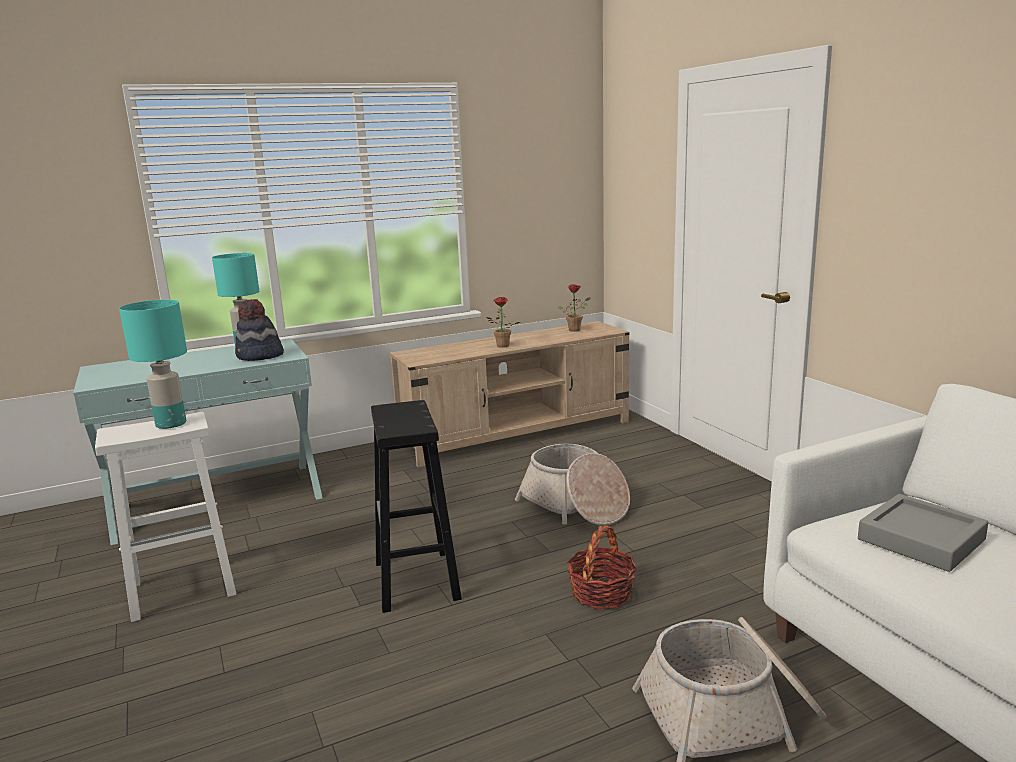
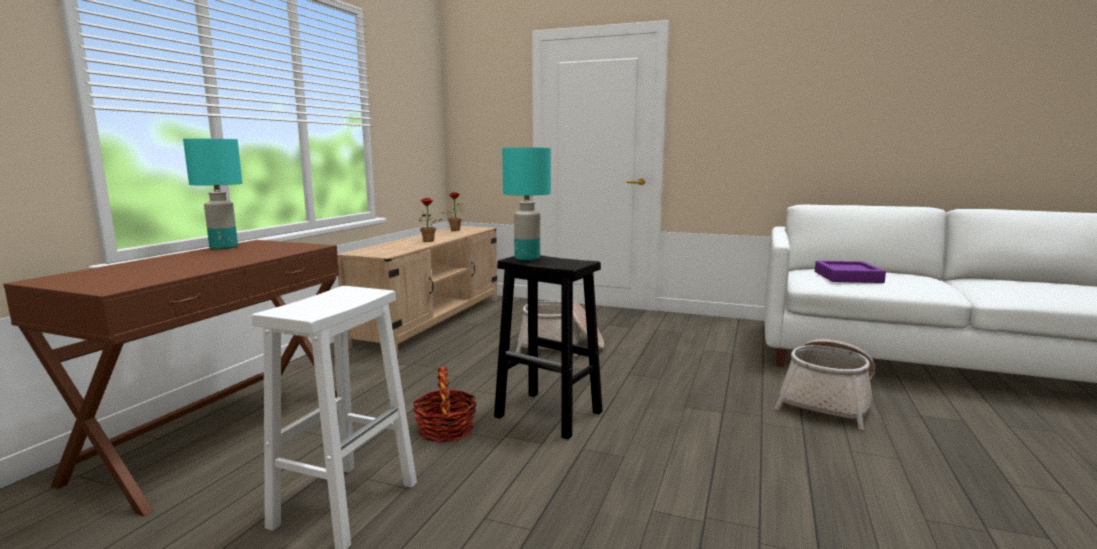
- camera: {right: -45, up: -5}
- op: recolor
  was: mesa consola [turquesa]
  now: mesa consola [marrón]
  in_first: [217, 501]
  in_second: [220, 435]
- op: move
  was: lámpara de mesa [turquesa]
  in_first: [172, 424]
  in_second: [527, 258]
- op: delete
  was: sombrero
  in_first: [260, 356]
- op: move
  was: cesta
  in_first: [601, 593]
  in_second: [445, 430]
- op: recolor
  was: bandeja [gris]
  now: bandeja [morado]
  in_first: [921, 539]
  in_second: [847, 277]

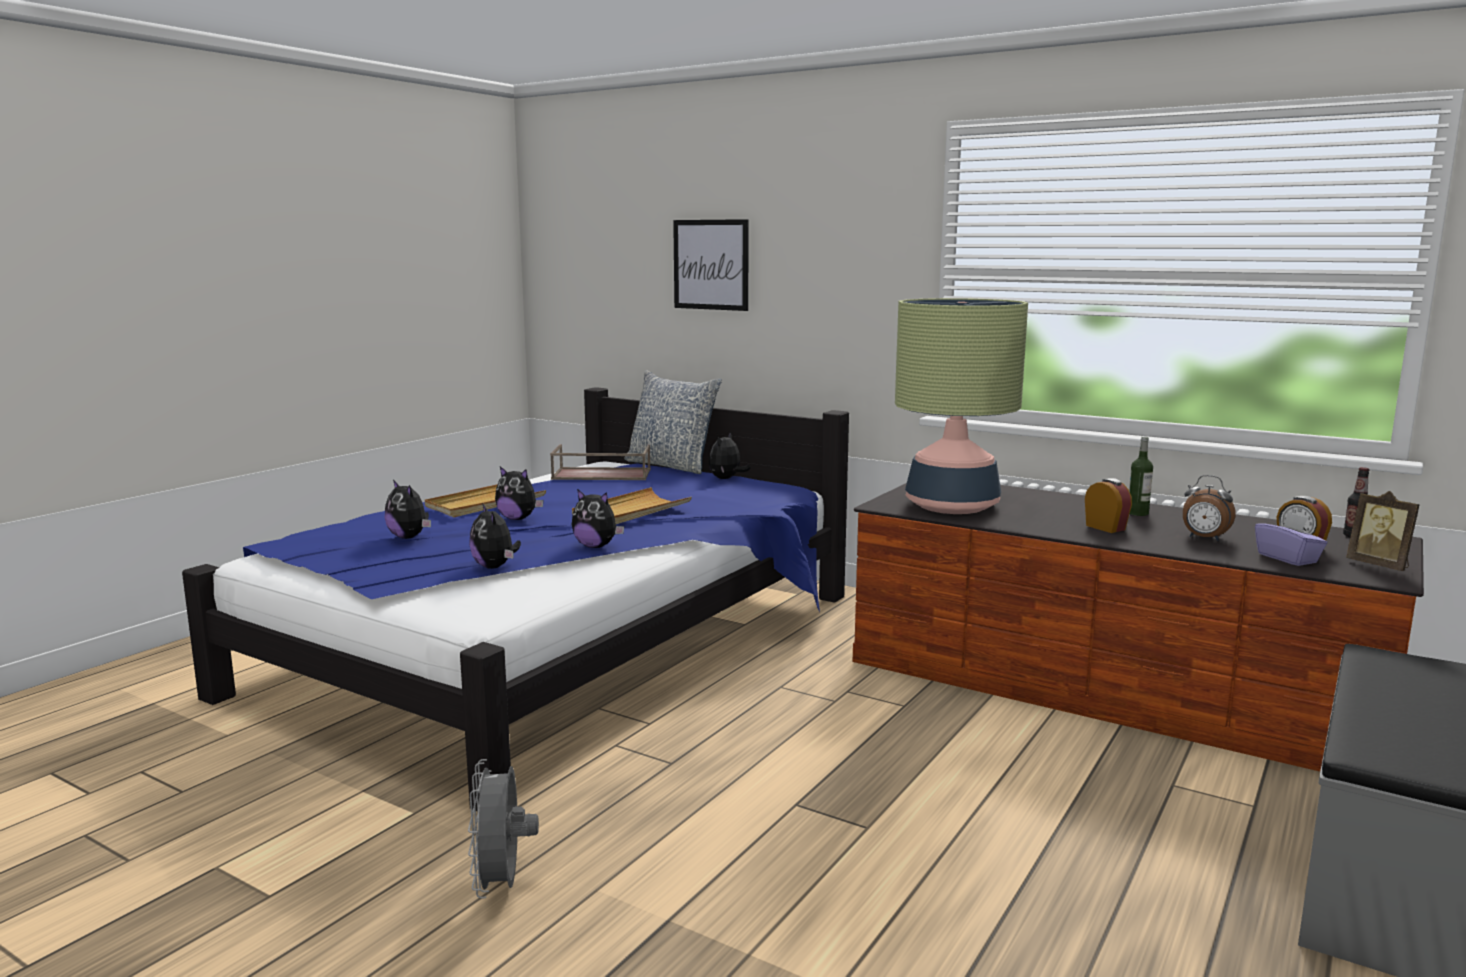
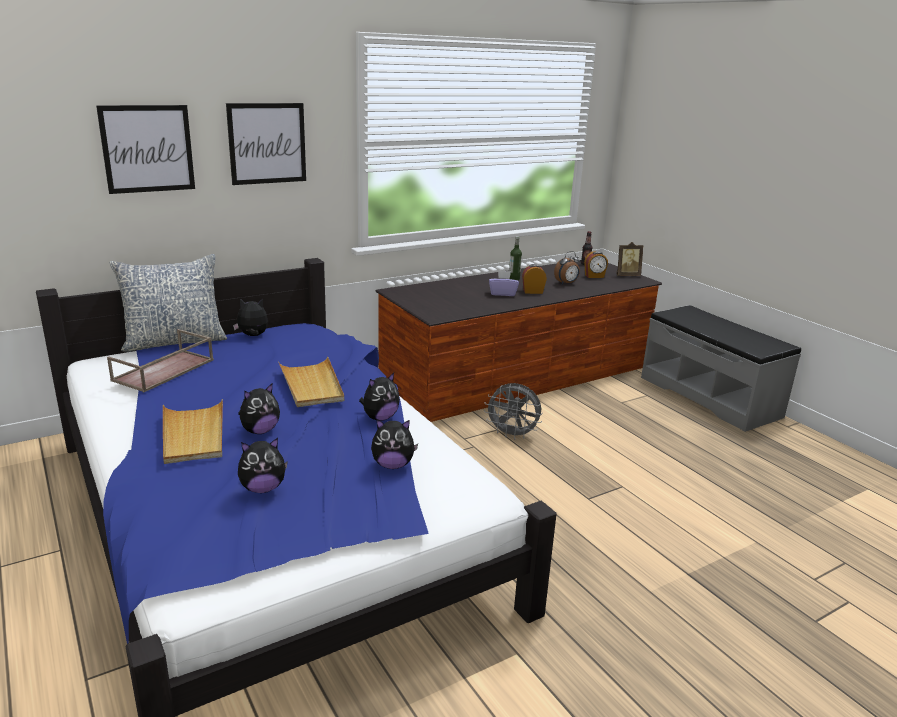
- camera: {right: -65, up: 10}
- op: move
  was: ventilador [gris]
  in_first: [502, 885]
  in_second: [512, 435]
- op: rotate
  was: peluche
  in_first: [726, 479]
  in_second: [253, 336]
  clockwise: 120
- op: delete
  was: lámpara de mesa
  in_first: [952, 506]
- op: move
  was: caja de pañuelos [morado]
  in_first: [1288, 558]
  in_second: [502, 293]
- op: insert
  now: cuadro
  in_second: [267, 143]

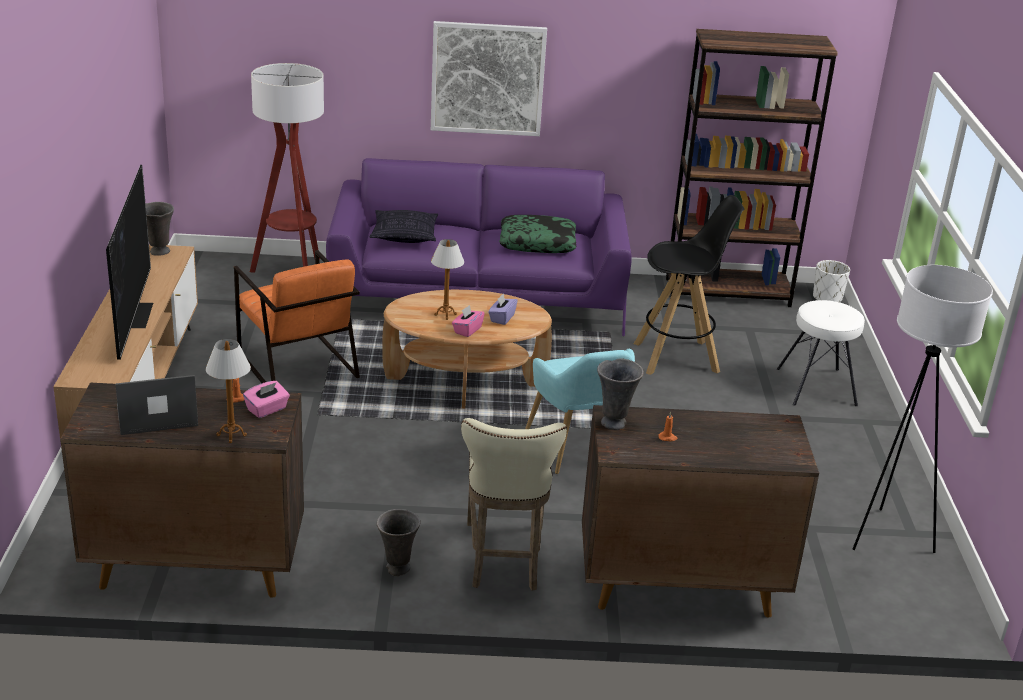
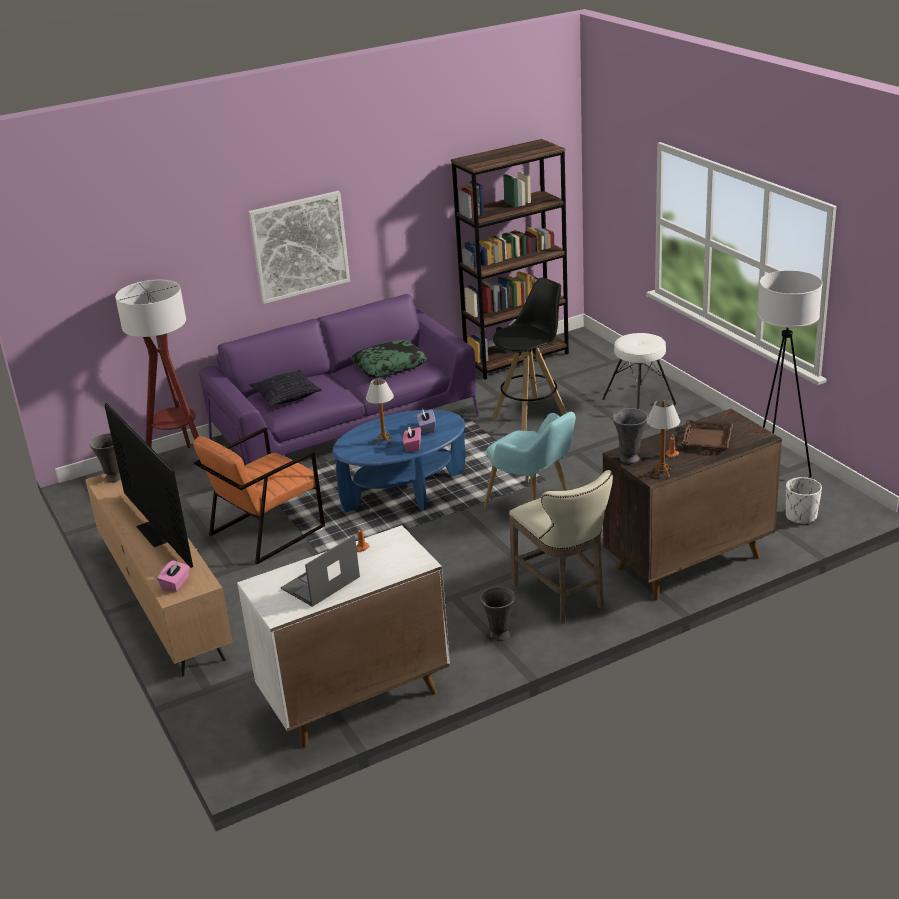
- camera: {right: -25, up: 0}
- op: recolor
  was: armario [marrón]
  now: armario [blanco]
  in_first: [194, 565]
  in_second: [354, 699]
- op: move
  was: lámpara de mesa
  in_first: [231, 435]
  in_second: [662, 473]
- op: rotate
  was: sillón [naranja]
  in_first: [297, 366]
  in_second: [266, 530]
  clockwise: 105
- op: move
  was: caja de pañuelos [rosa]
  in_first: [267, 409]
  in_second: [176, 584]
- op: recolor
  was: mesa de centro [marrón]
  now: mesa de centro [azul]
  in_first: [465, 383]
  in_second: [405, 492]
- op: move
  was: maceta [blanco]
  in_first: [827, 298]
  in_second: [801, 516]
- op: insert
  now: bandeja [marrón]
  in_second: [707, 440]

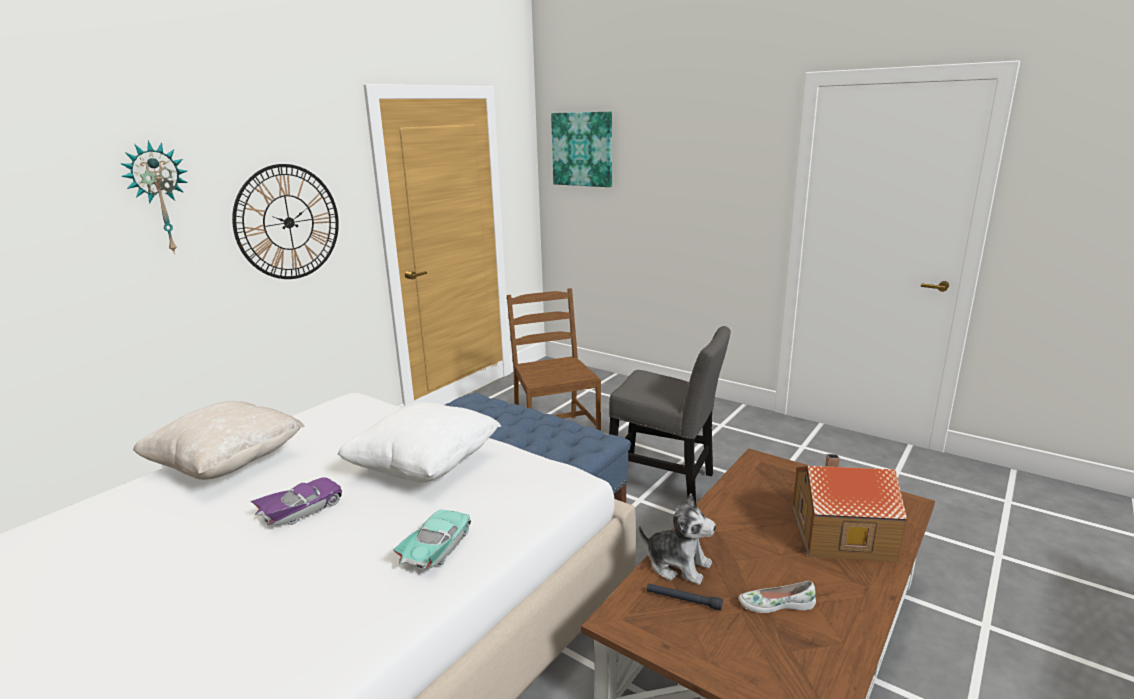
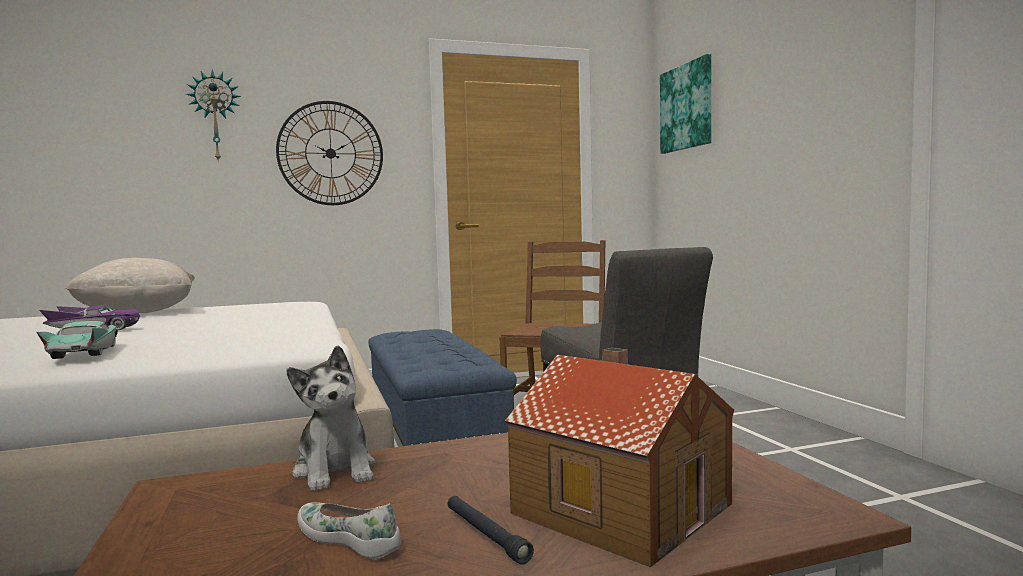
- camera: {right: 35, up: -15}
- op: delete
  was: cojín [blanco]
  in_first: [424, 467]
- op: rotate
  was: coche de juguete [turquesa]
  in_first: [437, 549]
  in_second: [83, 353]
  clockwise: -75
- op: move
  was: linterna [negro]
  in_first: [683, 600]
  in_second: [485, 535]

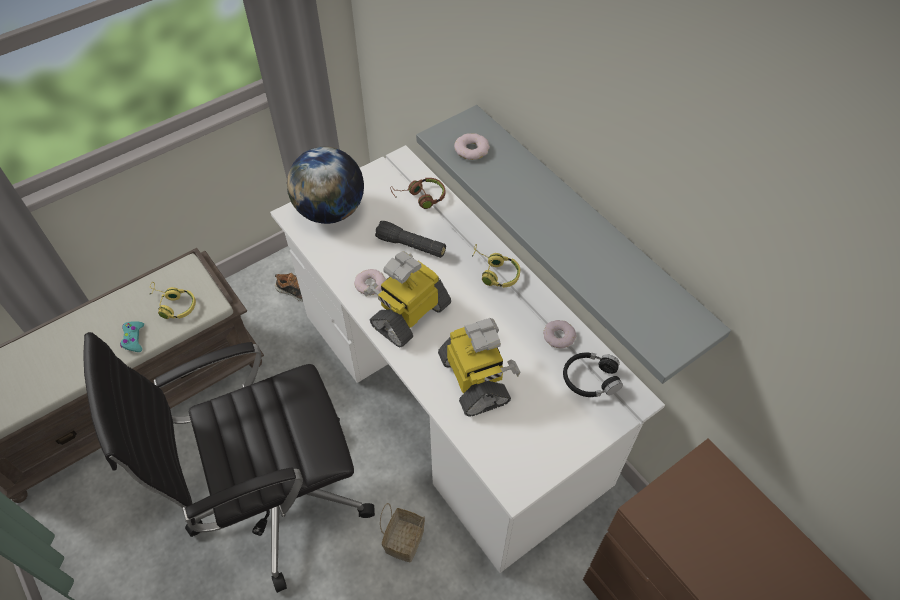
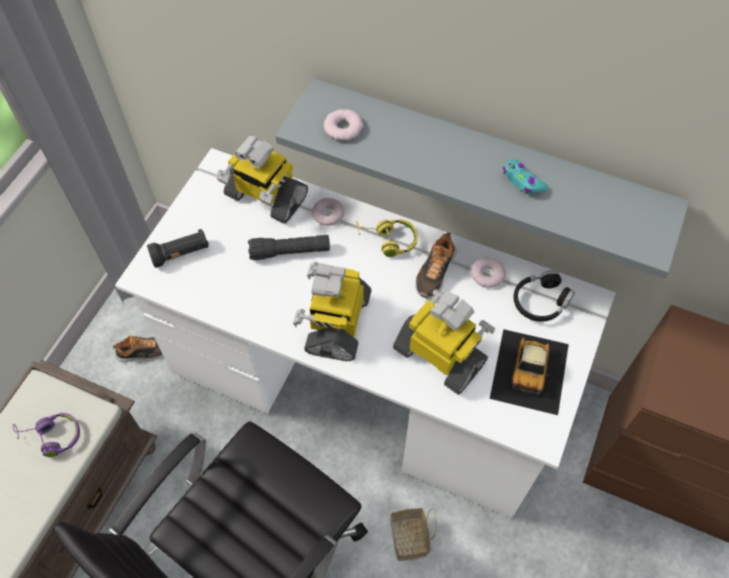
- camera: {right: -30, up: 5}
- op: move
  was: mando de consola [turquesa]
  in_first: [134, 339]
  in_second: [522, 181]
- op: recolor
  was: auriculares [amarillo]
  now: auriculares [morado]
  in_first: [173, 305]
  in_second: [51, 437]
- op: replace
  was: globo terráqueo
  now: linterna [negro]
  in_first: [330, 211]
  in_second: [181, 254]
- op: move
  was: rosquilla
  in_first: [370, 284]
  in_second: [328, 214]
- op: replace
  was: auriculares [marrón]
  now: robot de juguete
  in_first: [420, 197]
  in_second: [265, 197]
- op: insert
  now: zapato
  in_second: [434, 272]
- op: insert
  now: coche de juguete
  in_second: [530, 370]

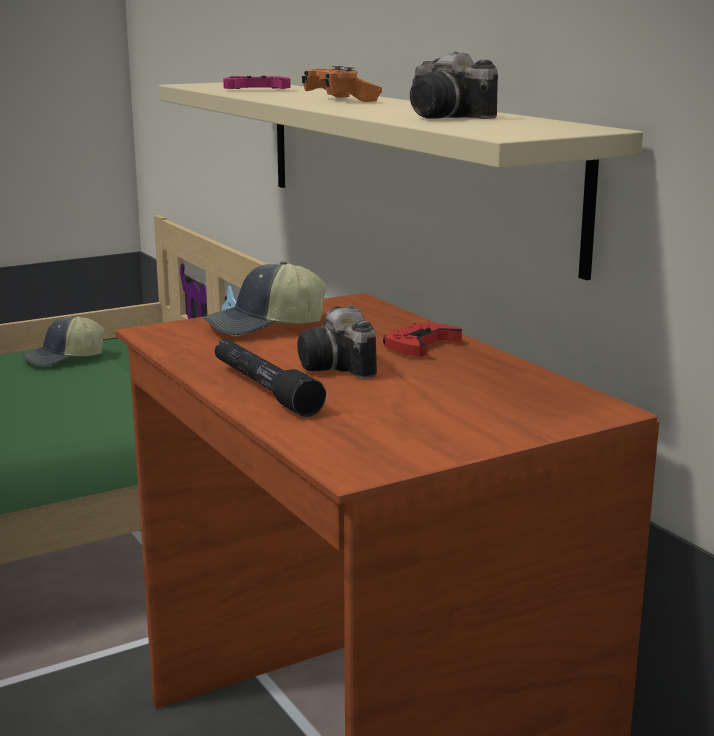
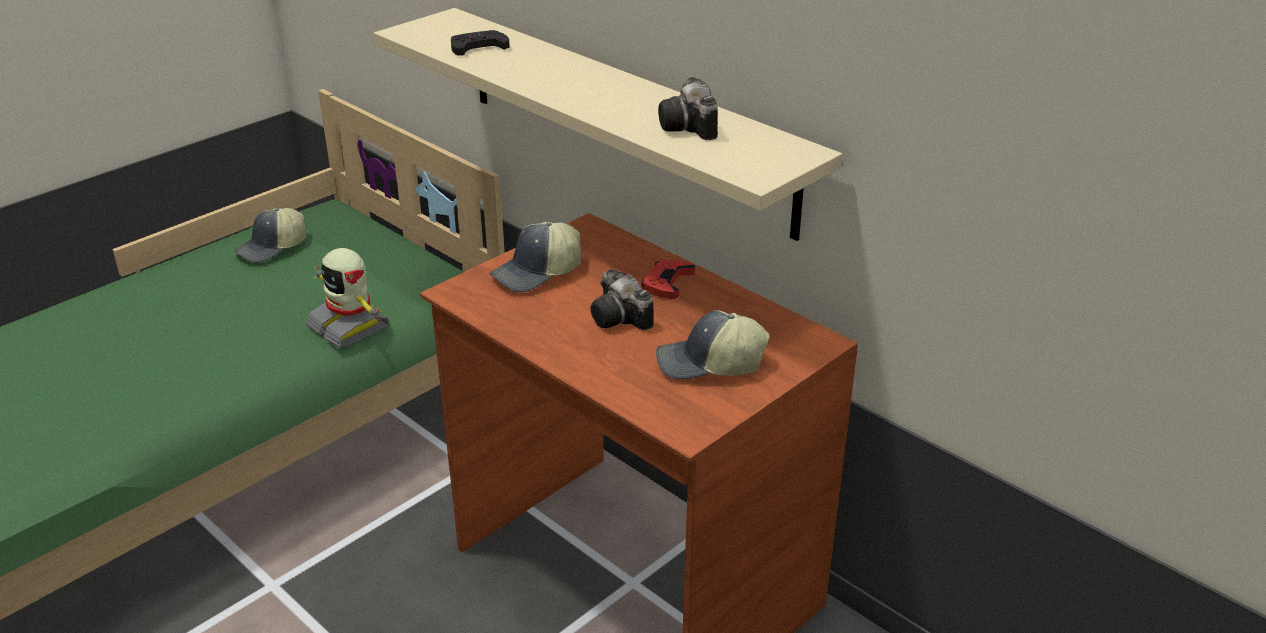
- camera: {right: -15, up: 15}
- op: delete
  was: linterna [negro]
  in_first: [264, 389]
- op: recolor
  was: mando de consola [rosa]
  now: mando de consola [negro]
  in_first: [256, 89]
  in_second: [478, 47]
- op: delete
  was: mando de consola [naranja]
  in_first: [340, 100]
- op: rotate
  was: cámara
  in_first: [449, 116]
  in_second: [690, 128]
  clockwise: 45
- op: insert
  now: robot de juguete
  in_second: [350, 326]
- op: insert
  now: gorra
  in_second: [709, 364]

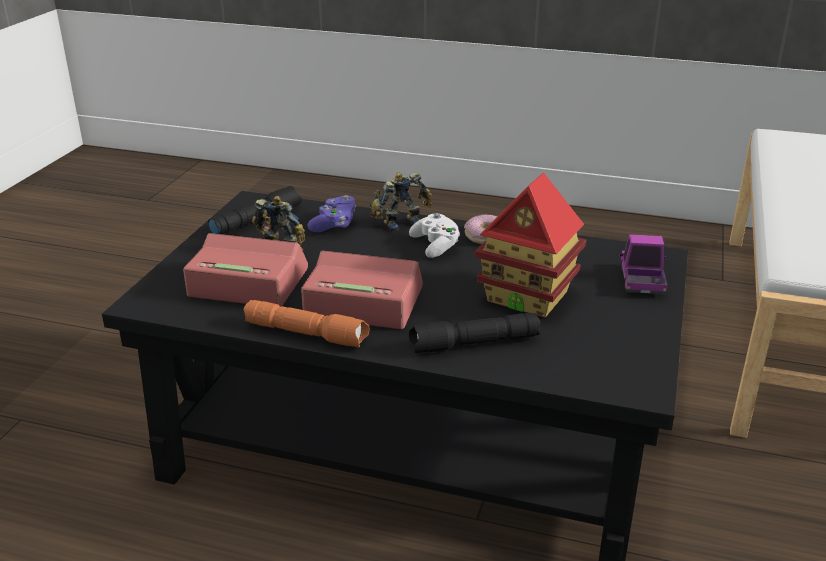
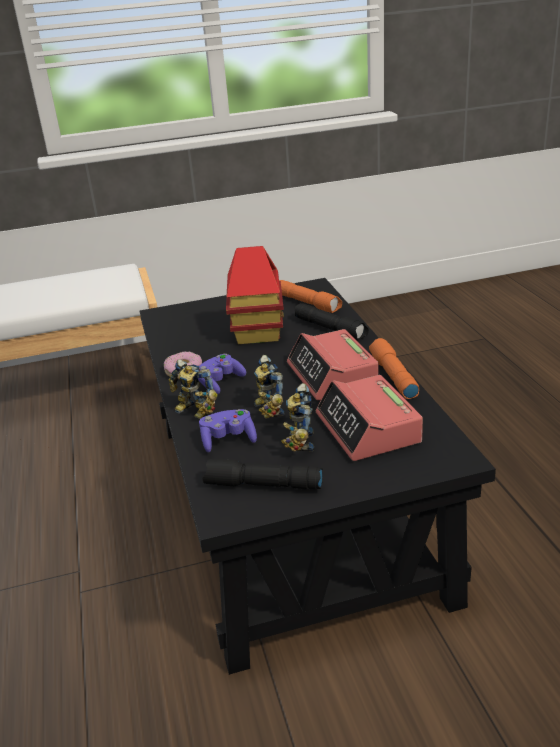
- camera: {right: -120, up: 0}
- op: recolor
  was: mando de consola [blanco]
  now: mando de consola [morado]
  in_first: [436, 246]
  in_second: [220, 383]
- op: delete
  was: camión de juguete
  in_first: [641, 281]
- op: insert
  now: robot de juguete
  in_second: [266, 410]
- op: insert
  now: linterna [naranja]
  in_second: [308, 303]

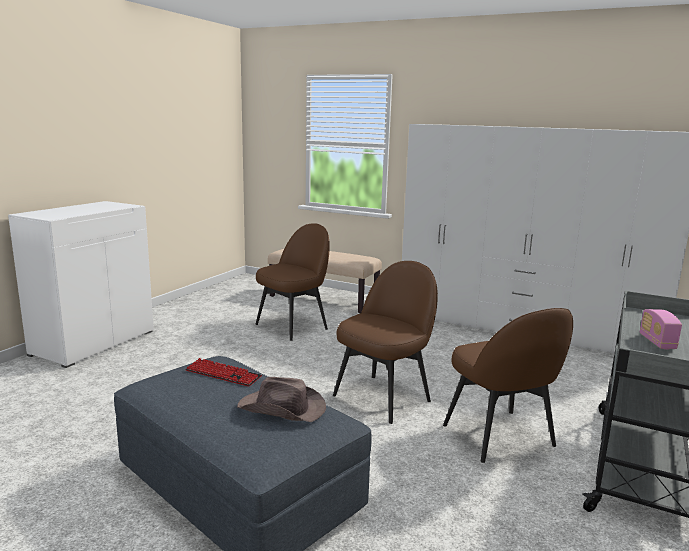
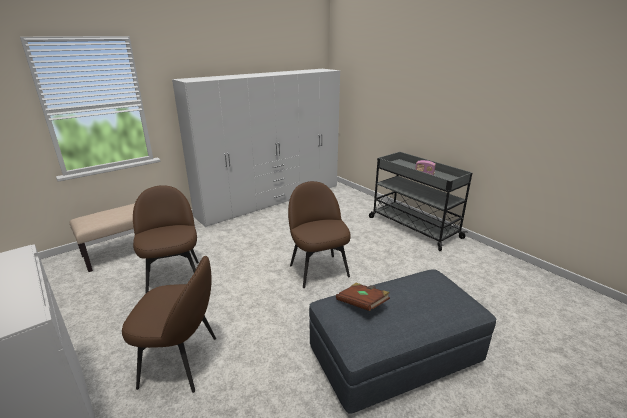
- camera: {right: -65, up: 10}
- op: replace
  was: teclado
  now: libro [marrón]
  in_first: [223, 374]
  in_second: [362, 304]
- op: delete
  was: sombrero [marrón]
  in_first: [282, 409]
- op: move
  was: silla [marrón]
  in_first: [500, 437]
  in_second: [181, 361]

